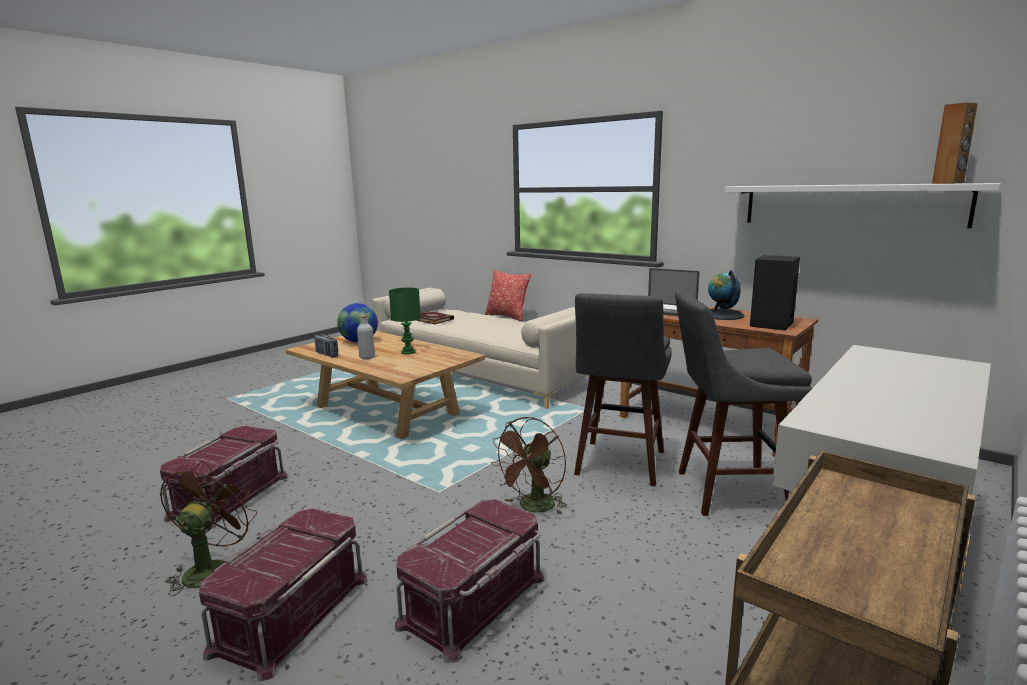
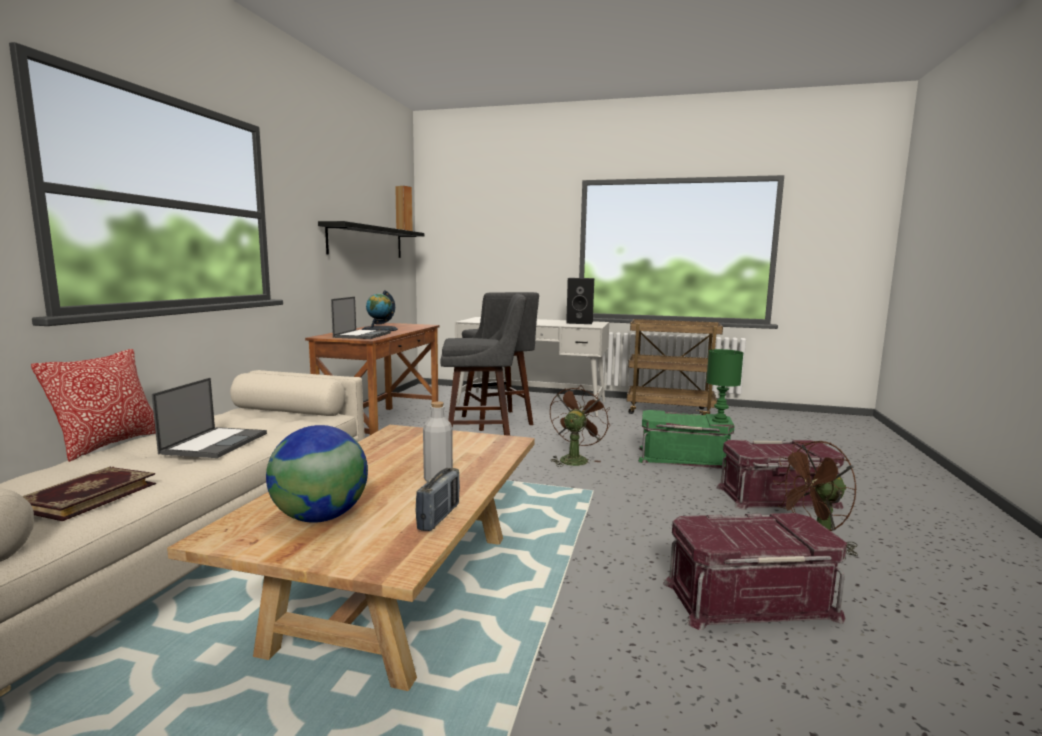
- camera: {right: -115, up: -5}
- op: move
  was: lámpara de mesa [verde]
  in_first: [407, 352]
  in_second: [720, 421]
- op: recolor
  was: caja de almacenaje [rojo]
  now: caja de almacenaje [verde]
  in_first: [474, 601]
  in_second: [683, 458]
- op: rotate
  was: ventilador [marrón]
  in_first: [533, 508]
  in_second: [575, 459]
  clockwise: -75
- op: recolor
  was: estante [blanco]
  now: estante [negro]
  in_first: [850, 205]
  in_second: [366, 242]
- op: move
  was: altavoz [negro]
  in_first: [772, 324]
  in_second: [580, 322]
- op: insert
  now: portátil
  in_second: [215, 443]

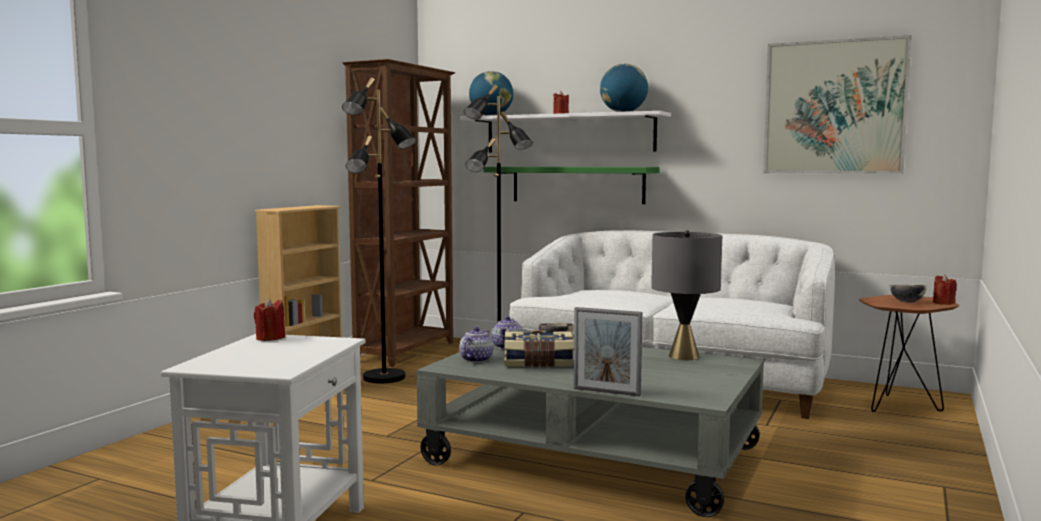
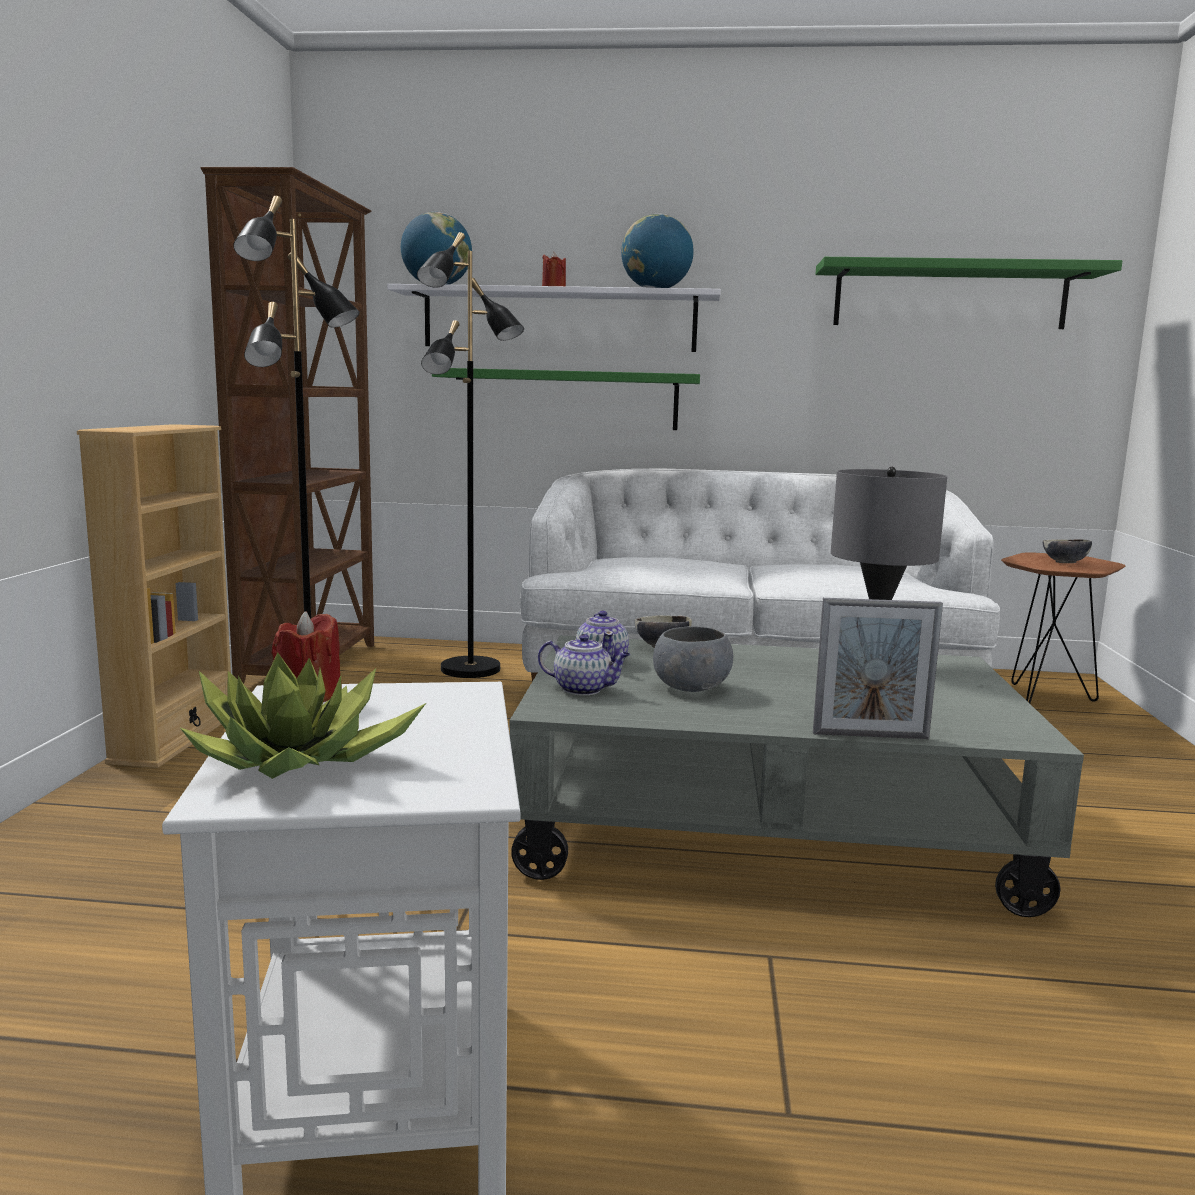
- camera: {right: -20, up: 5}
- op: rotate
  was: tetera
  in_first: [476, 359]
  in_second: [584, 689]
  clockwise: 105
- op: replace
  was: libro
  now: cuenco [gris]
  in_first: [538, 362]
  in_second: [689, 687]
- op: replace
  was: cuadro
  now: estante [verde]
  in_first: [834, 107]
  in_second: [949, 297]
- op: delete
  was: vela [rojo]
  in_first: [943, 303]
- op: insert
  now: planta en maceta
  in_second: [299, 761]

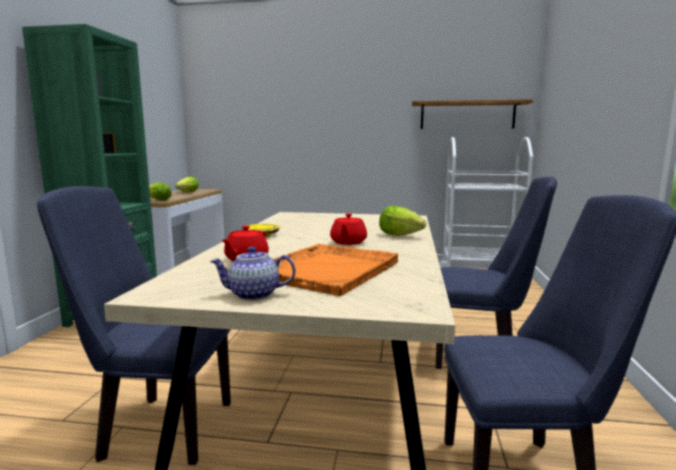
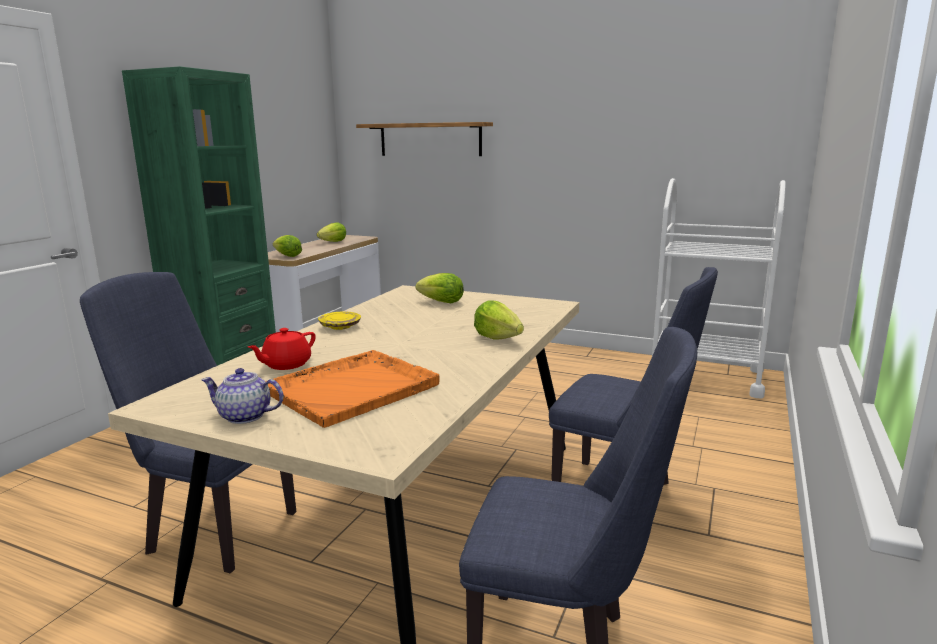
- camera: {right: 15, up: 5}
- op: delete
  was: tetera [rojo]
  in_first: [348, 242]
- op: move
  was: estante
  in_first: [467, 115]
  in_second: [430, 139]
- op: insert
  now: lechuga
  in_second: [442, 302]

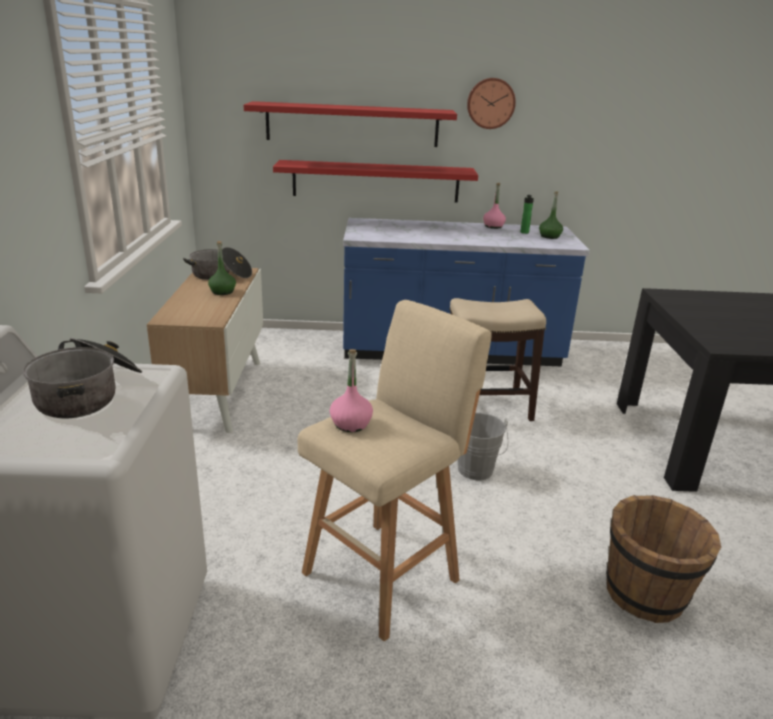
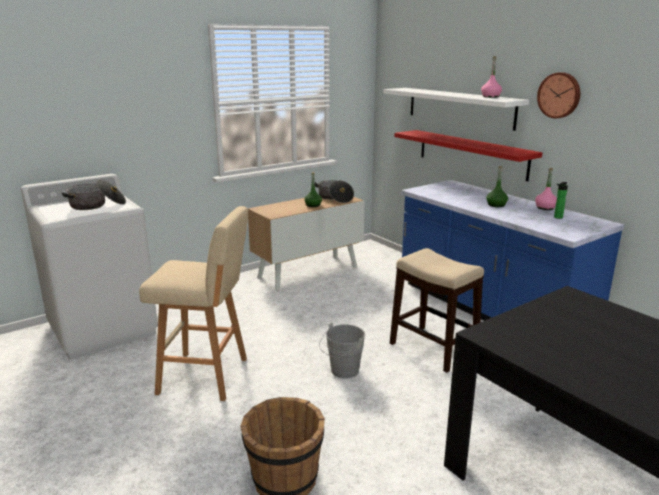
- camera: {right: 55, up: -5}
- op: recolor
  was: estante [rojo]
  now: estante [blanco]
  in_first: [352, 124]
  in_second: [459, 107]
- op: move
  was: botella [rosa]
  in_first: [350, 424]
  in_second: [490, 97]
- op: move
  was: botella [verde]
  in_first: [549, 236]
  in_second: [496, 205]

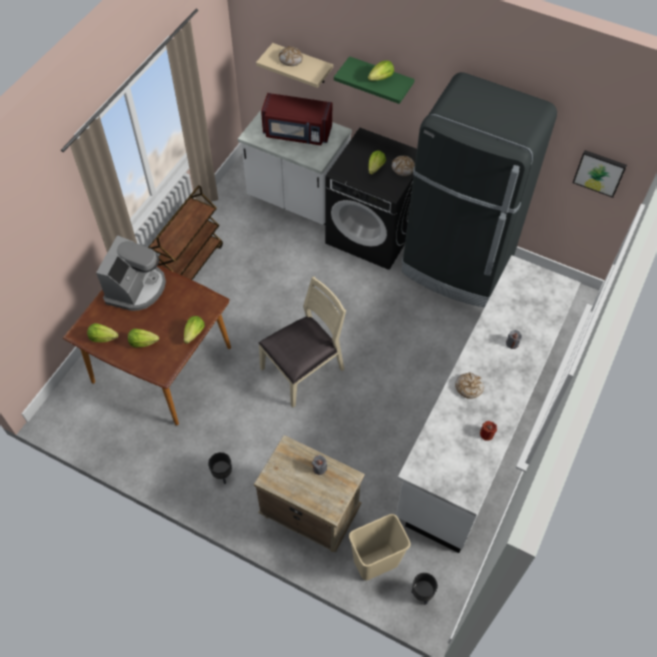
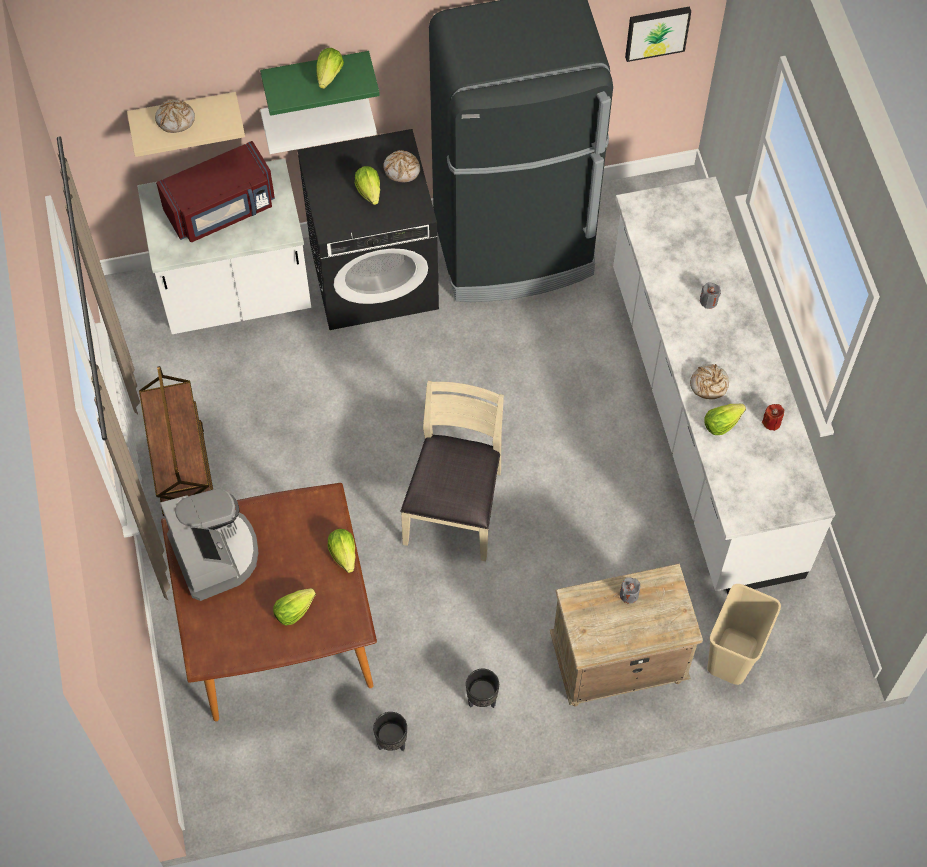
- camera: {right: -40, up: 5}
- op: move
  was: lechuga
  in_first: [103, 337]
  in_second: [721, 424]
- op: move
  was: maceta [negro]
  in_first: [421, 594]
  in_second: [391, 742]
- op: insert
  now: estante [blanco]
  in_second: [314, 112]

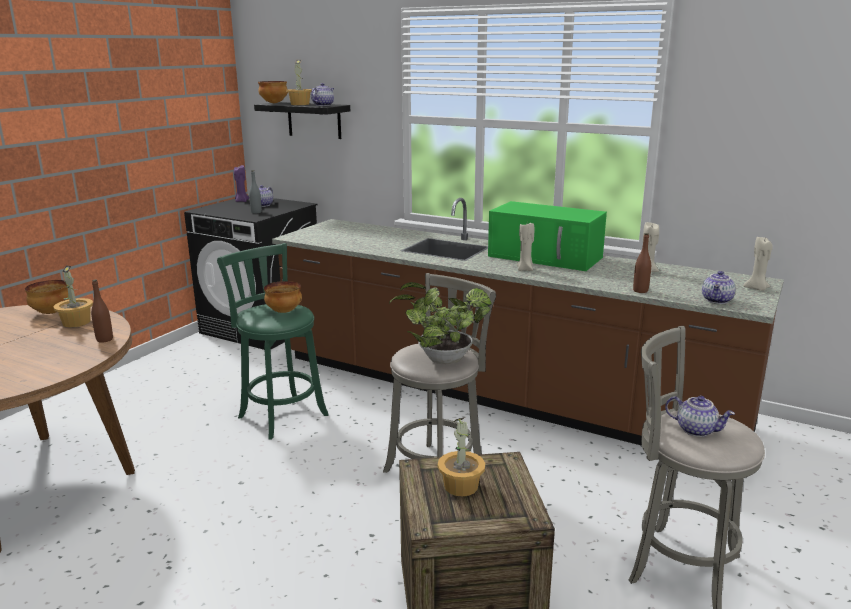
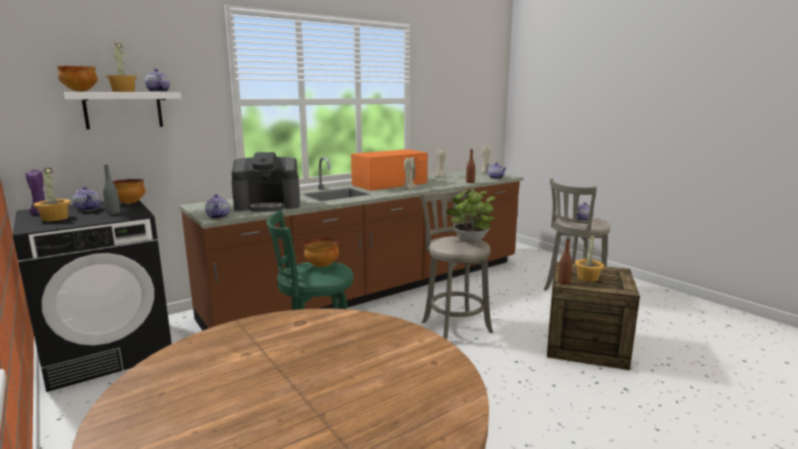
- camera: {right: -65, up: -5}
- op: move
  was: cuenco
  in_first: [51, 313]
  in_second: [129, 203]
- op: move
  was: planta en maceta
  in_first: [77, 322]
  in_second: [55, 218]
- op: move
  was: botella [marrón]
  in_first: [104, 339]
  in_second: [564, 283]
- op: recolor
  was: estante [negro]
  now: estante [blanco]
  in_first: [314, 120]
  in_second: [123, 110]
- op: recolor
  was: microondas [verde]
  now: microondas [naranja]
  in_first: [546, 257]
  in_second: [390, 184]
- op: insert
  now: tetera
  in_second: [219, 217]
- op: insert
  now: cafetera
  in_second: [268, 205]

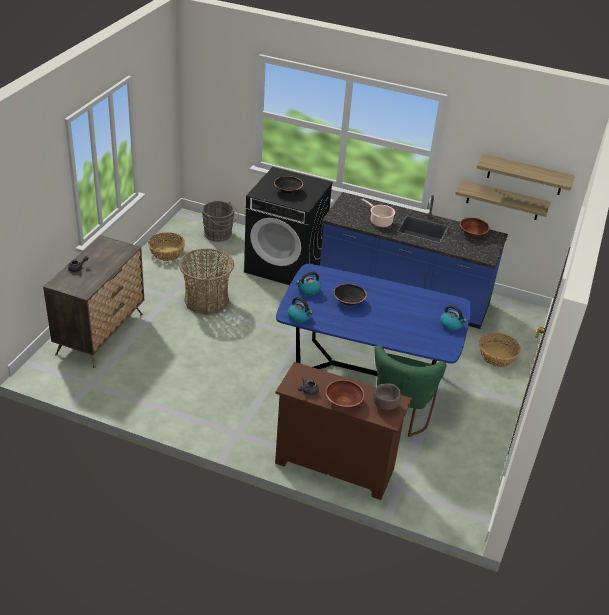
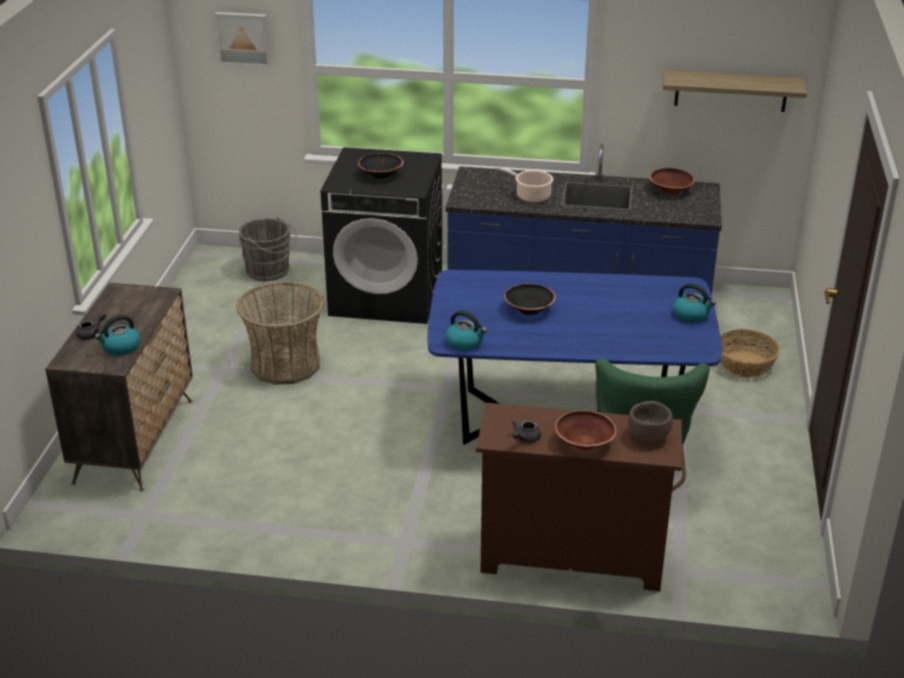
- camera: {right: -10, up: -5}
- op: delete
  was: cesta
  in_first: [167, 253]
- op: move
  was: hervidor
  in_first: [308, 290]
  in_second: [121, 348]
- op: delete
  was: estante
  in_first: [503, 200]
- op: insert
  now: cuadro
  in_second: [243, 38]

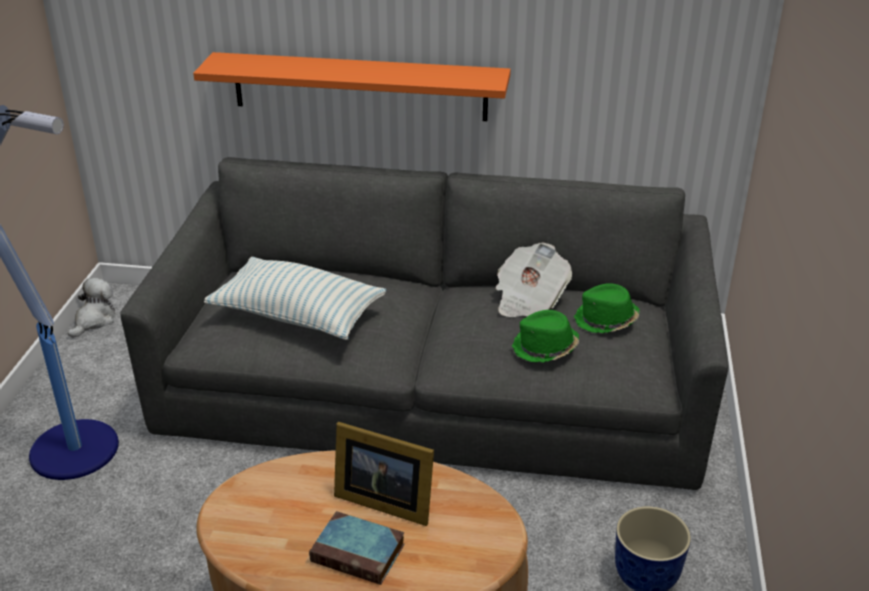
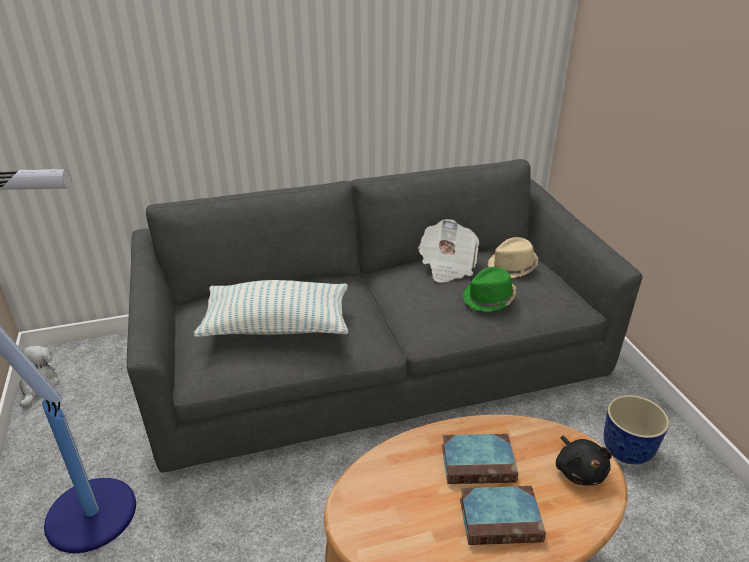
- camera: {right: -25, up: 0}
- op: delete
  was: estante [naranja]
  in_first: [359, 86]
- op: replace
  was: portarretratos
  now: libro
  in_first: [383, 500]
  in_second: [479, 462]
- op: recolor
  was: sombrero [verde]
  now: sombrero [beis]
  in_first: [605, 321]
  in_second: [512, 267]
- op: insert
  now: peluche [negro]
  in_second: [579, 471]

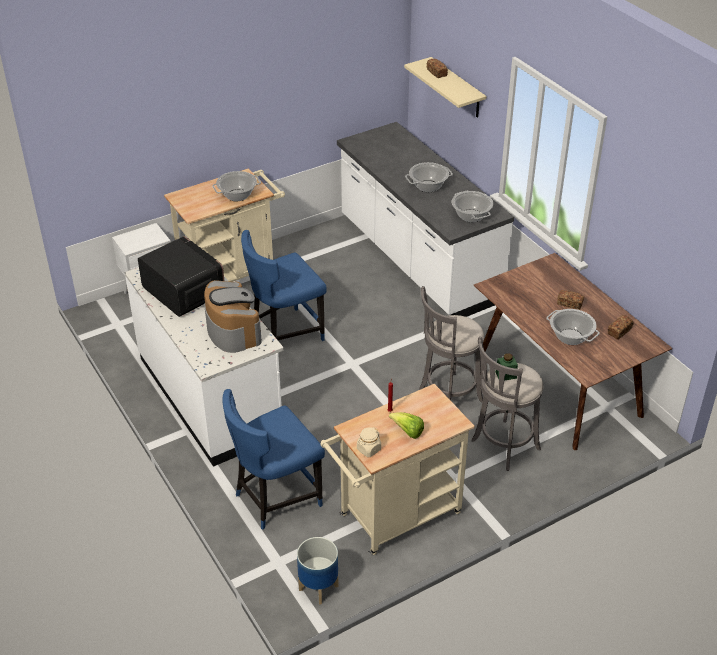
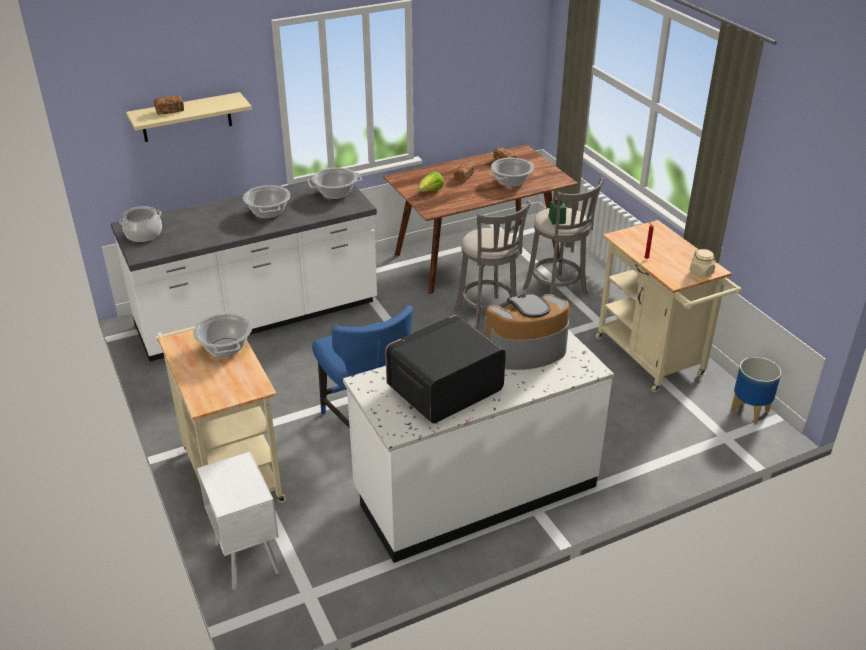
- camera: {right: -85, up: -5}
- op: delete
  was: silla [azul]
  in_first: [275, 498]
- op: move
  was: lechuga
  in_first: [407, 431]
  in_second: [430, 191]
- op: insert
  now: olla
  in_second: [144, 234]

